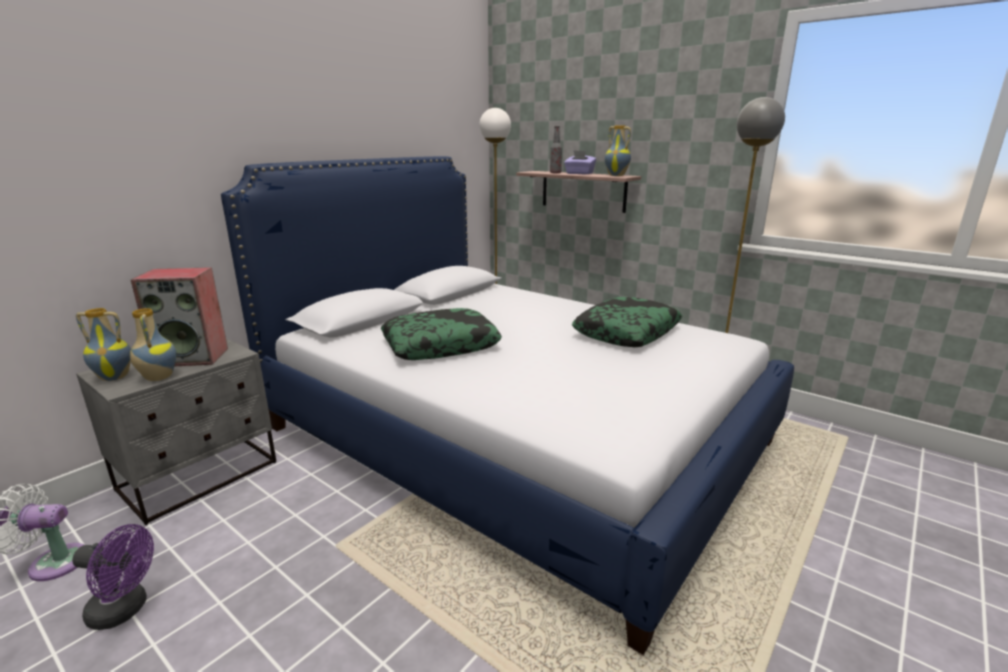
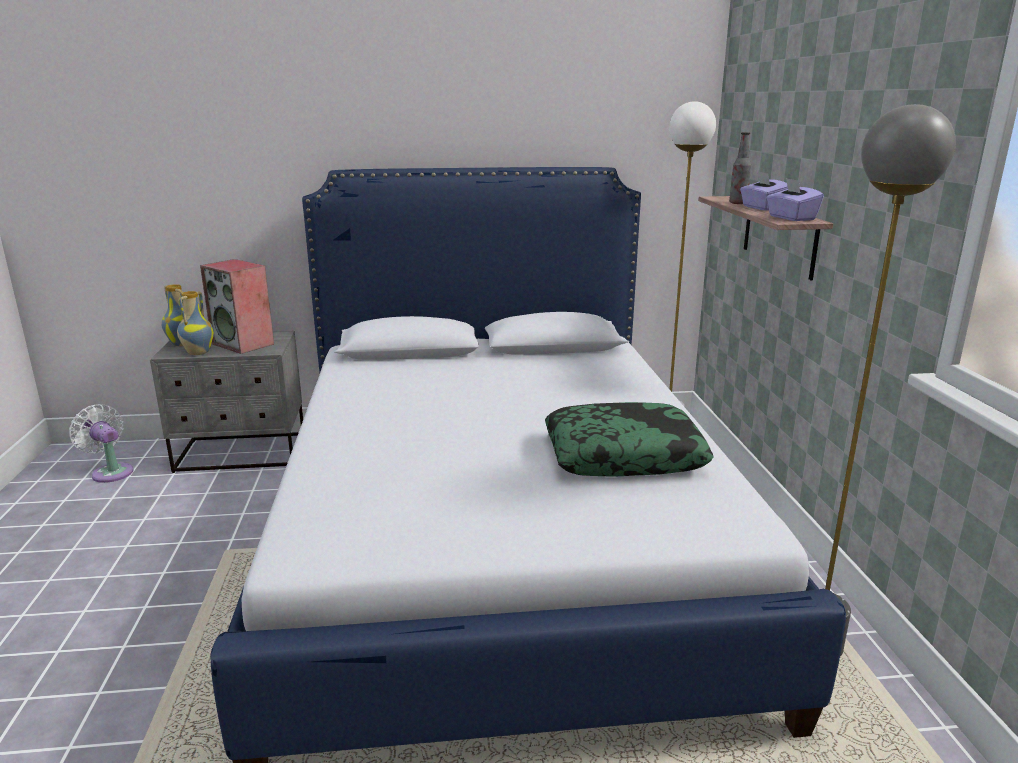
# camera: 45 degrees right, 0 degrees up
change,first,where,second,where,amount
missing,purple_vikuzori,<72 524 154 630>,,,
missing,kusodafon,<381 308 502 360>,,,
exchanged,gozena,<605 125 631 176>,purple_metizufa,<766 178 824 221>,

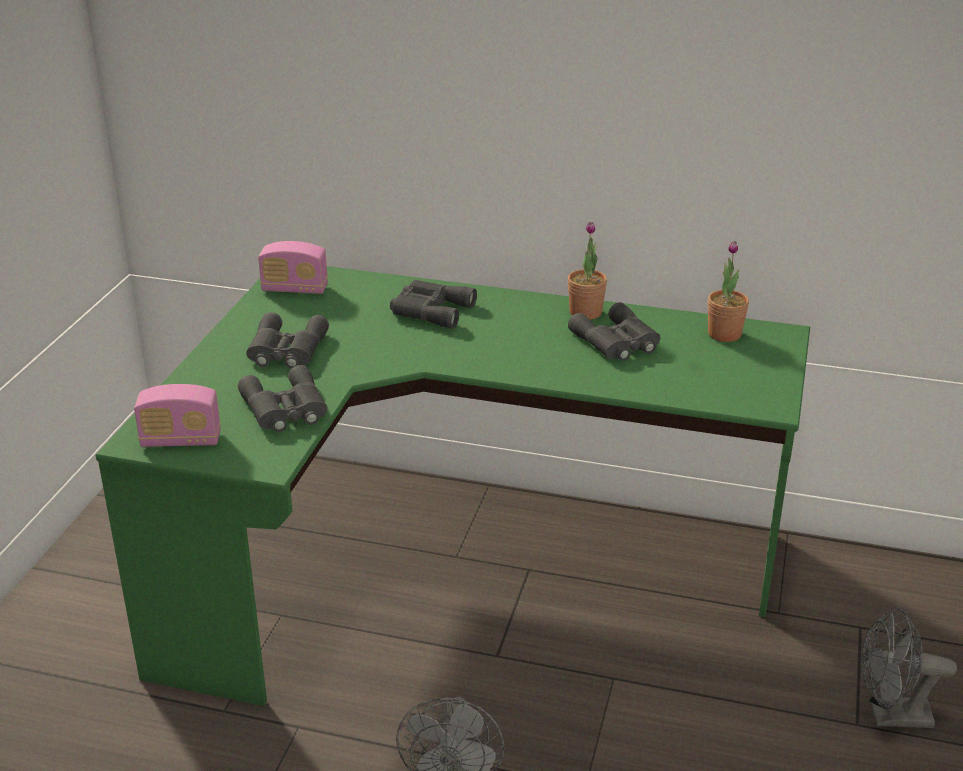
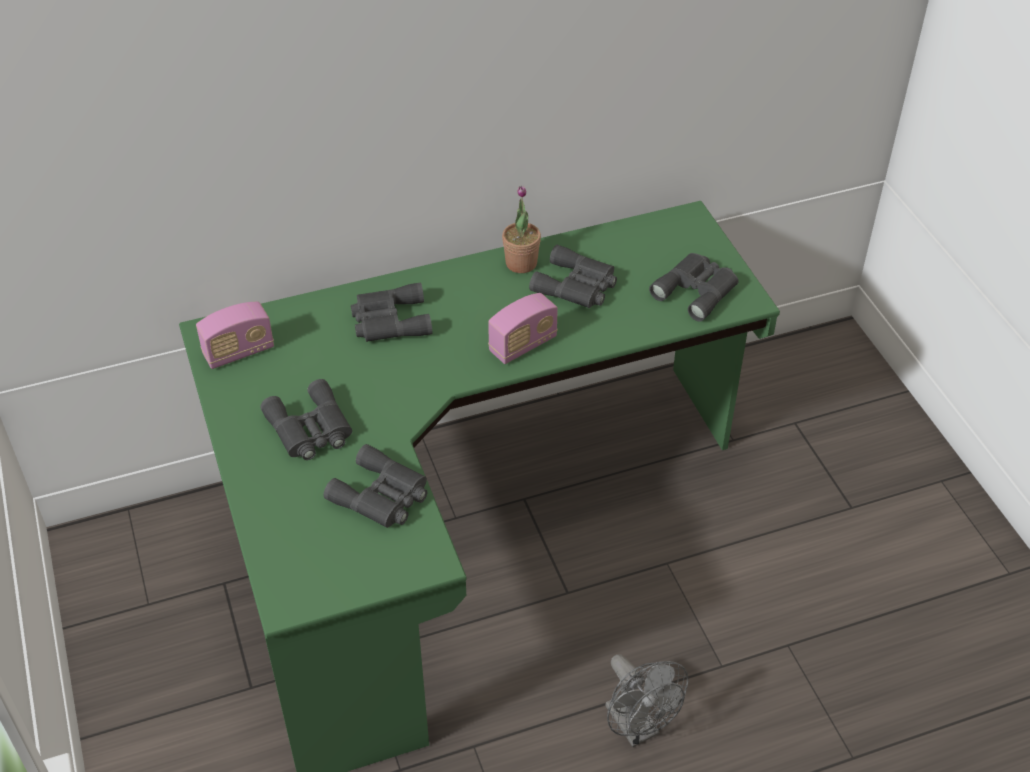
# camera: 35 degrees left, 15 degrees up
change,first,where,second,where,amount
missing,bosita,<708 241 749 342>,,,
missing,grey_vikuzori,<862 608 957 728>,,,
appeared,,,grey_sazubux,<649 253 738 322>,
relocated,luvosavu,<134 384 221 447>,,<488 293 558 364>,

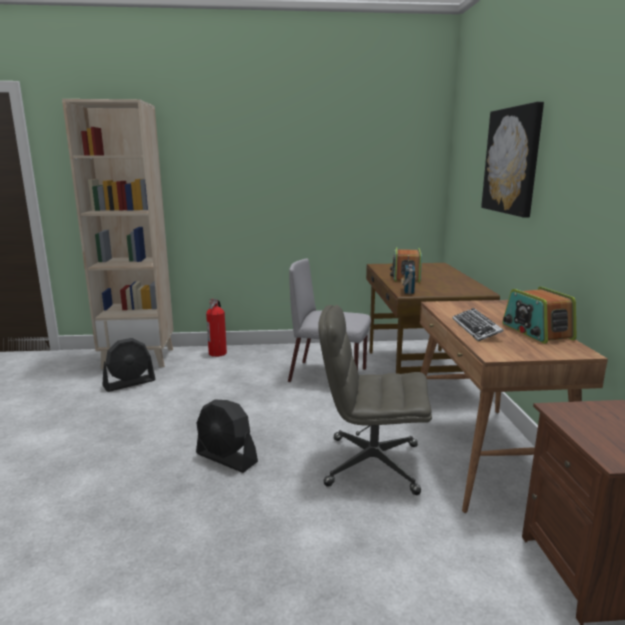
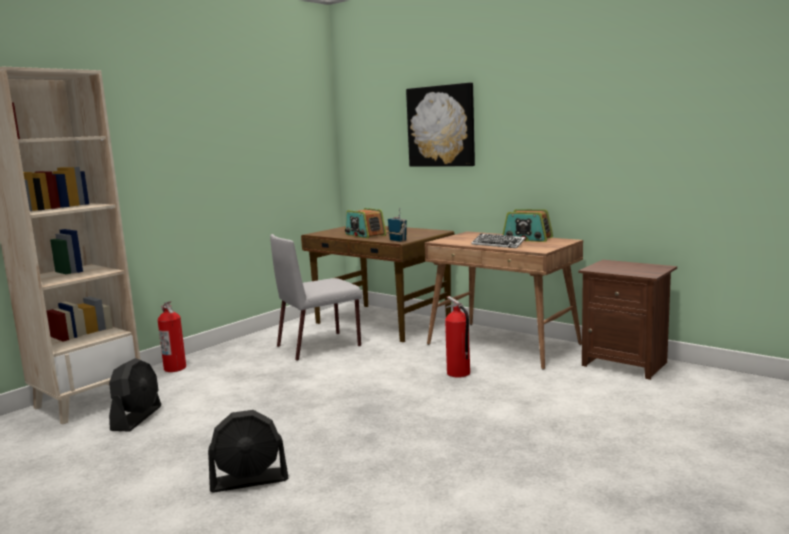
# camera: 45 degrees left, 5 degrees down
change,first,where,second,where,amount
relocated,black_vikuzori,<196 399 258 473>,,<208 410 288 493>,
exchanged,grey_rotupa,<318 305 432 495>,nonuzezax,<445 296 470 378>,

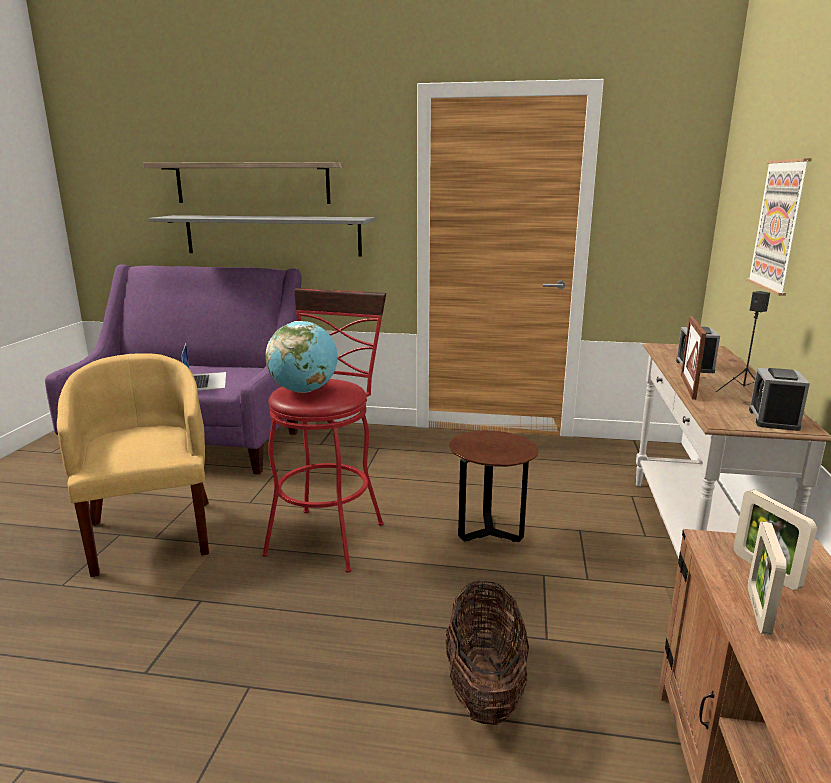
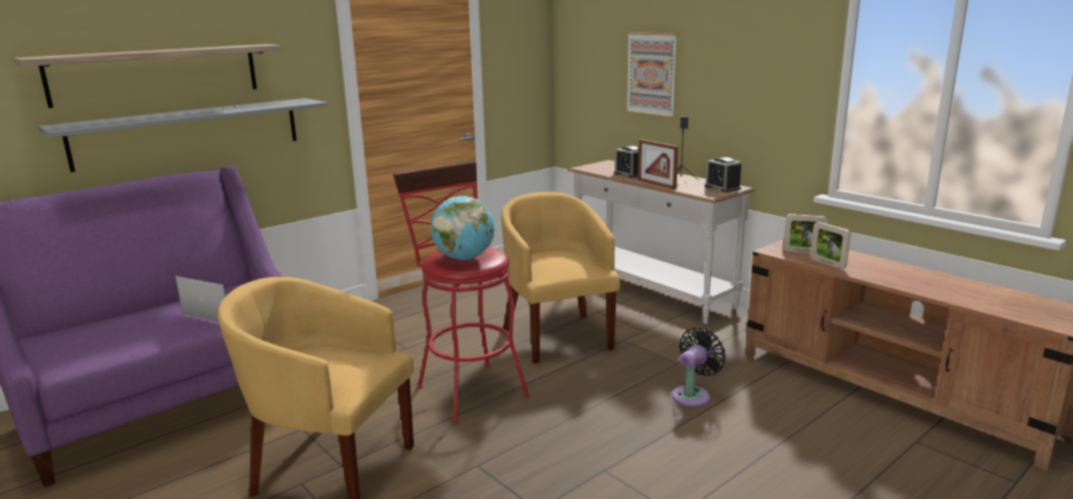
# camera: 50 degrees left, 0 degrees up
change,first,where,second,where,amount
exchanged,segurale,<445 580 529 725>,black_vikuzori,<672 327 726 407>,
exchanged,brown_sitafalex,<449 430 538 542>,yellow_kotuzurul,<501 192 620 364>,

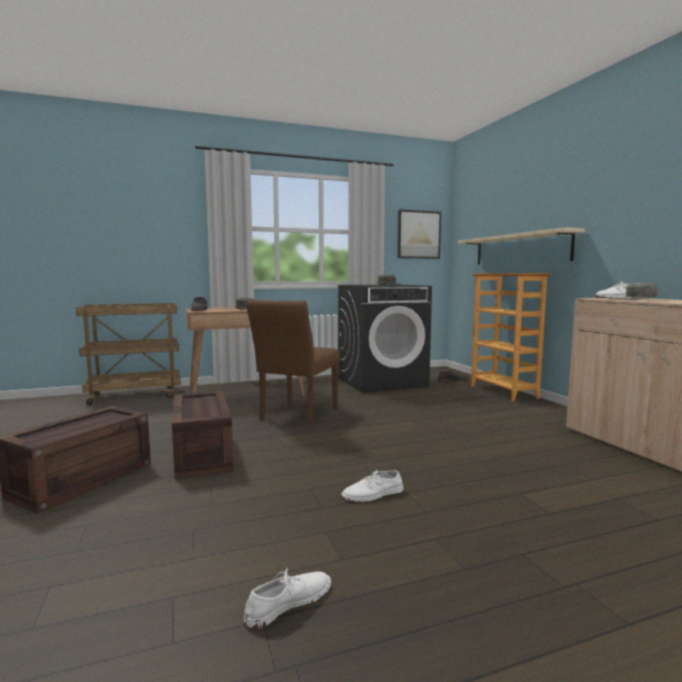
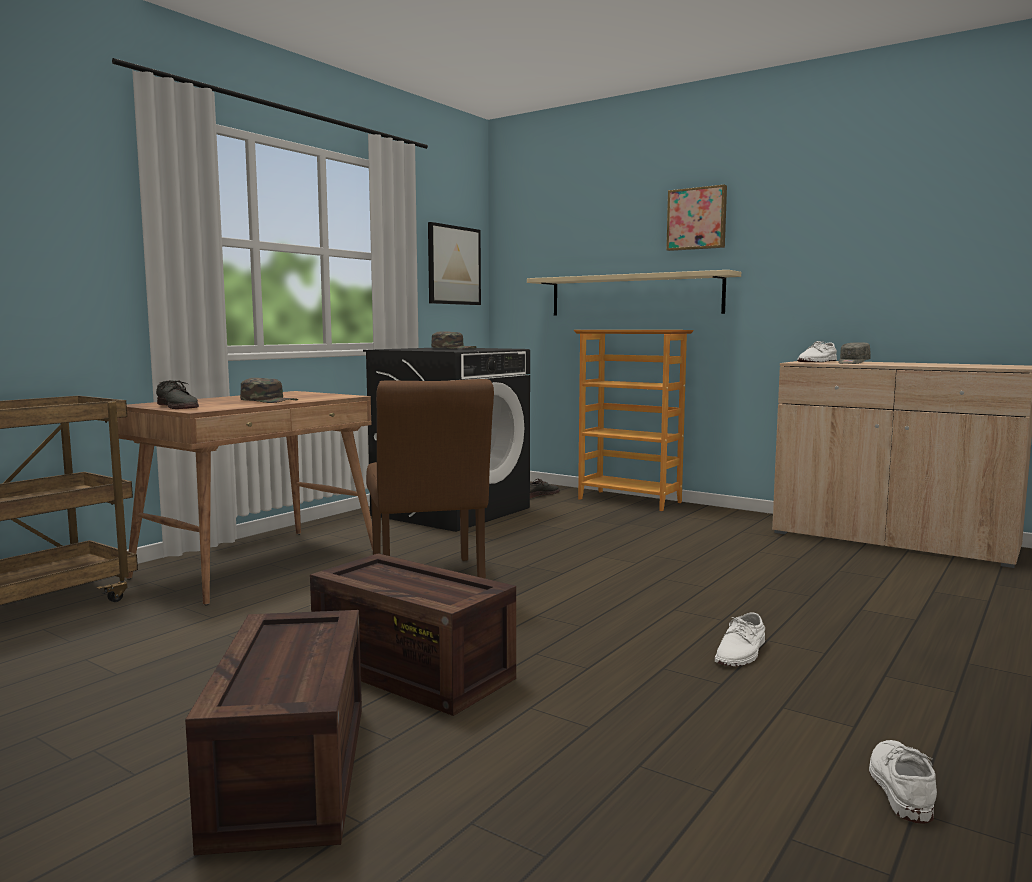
# camera: 35 degrees left, 0 degrees up
change,first,where,second,where,amount
appeared,,,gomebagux,<666 185 727 251>,

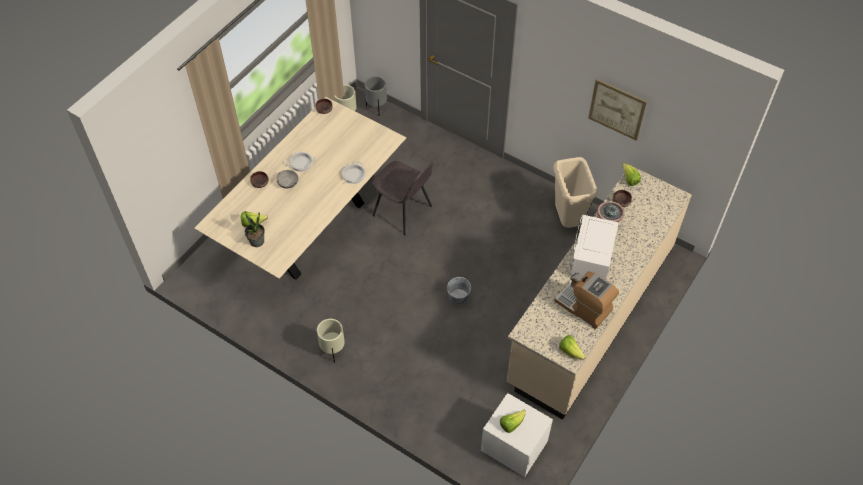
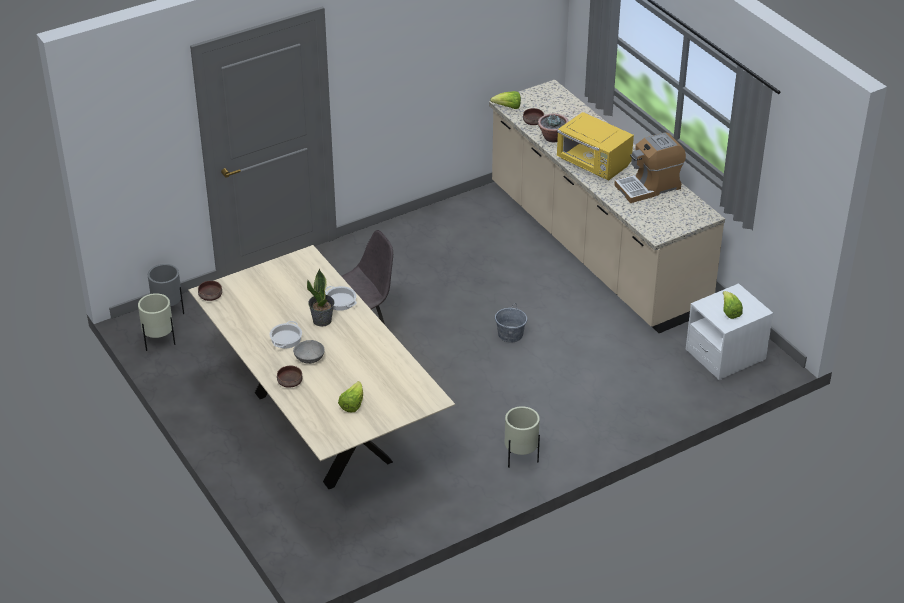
# camera: 65 degrees left, 15 degrees down
change,first,where,second,where,amount
missing,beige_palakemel,<553 157 598 228>,,,
missing,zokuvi,<559 335 586 360>,,,
missing,gomebagux,<588 79 647 141>,,,
relocated,bosita,<245 211 265 247>,,<307 269 334 327>,
colour,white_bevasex,<570 215 619 280>,yellow_bevasex,<556 112 634 181>,

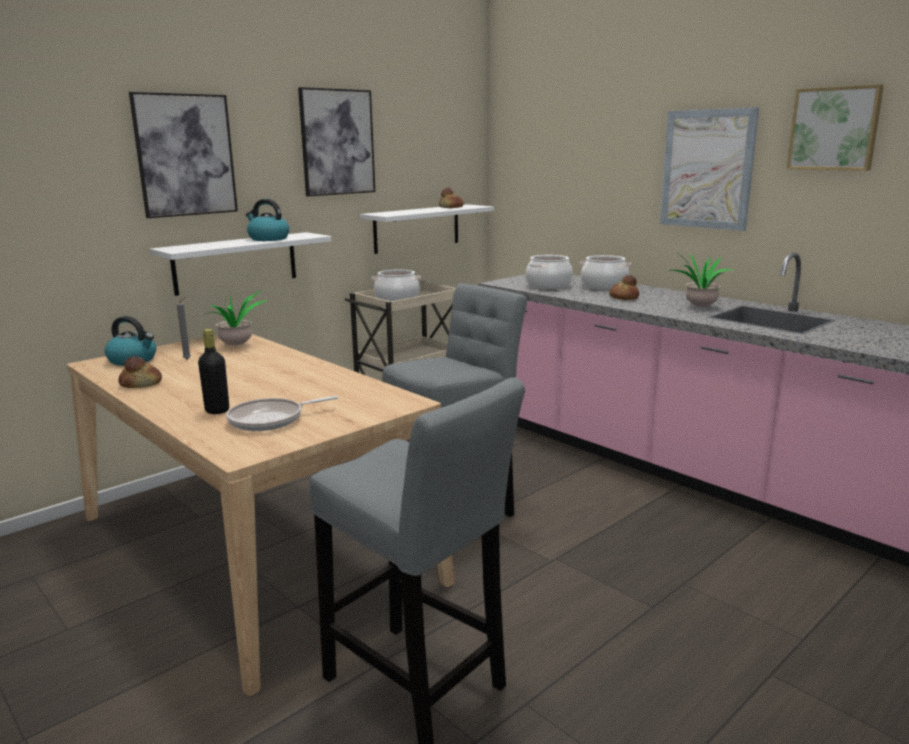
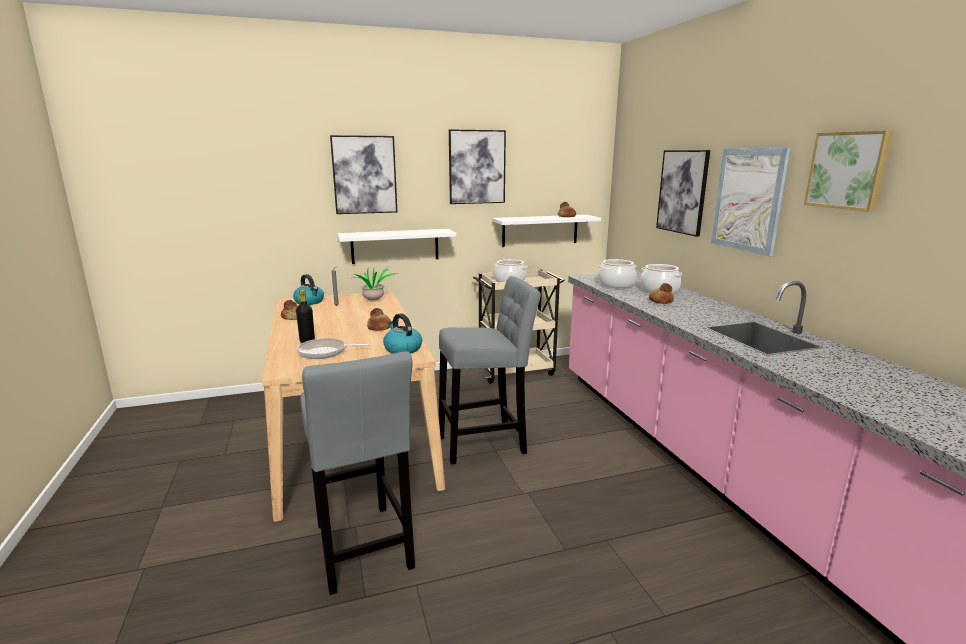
# camera: 25 degrees right, 0 degrees up
change,first,where,second,where,amount
missing,bosita,<671 253 732 306>,,,
appeared,,,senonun,<367 308 391 331>,
appeared,,,gomebagux,<656 150 710 237>,
relocated,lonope,<246 199 289 241>,,<383 313 422 354>,

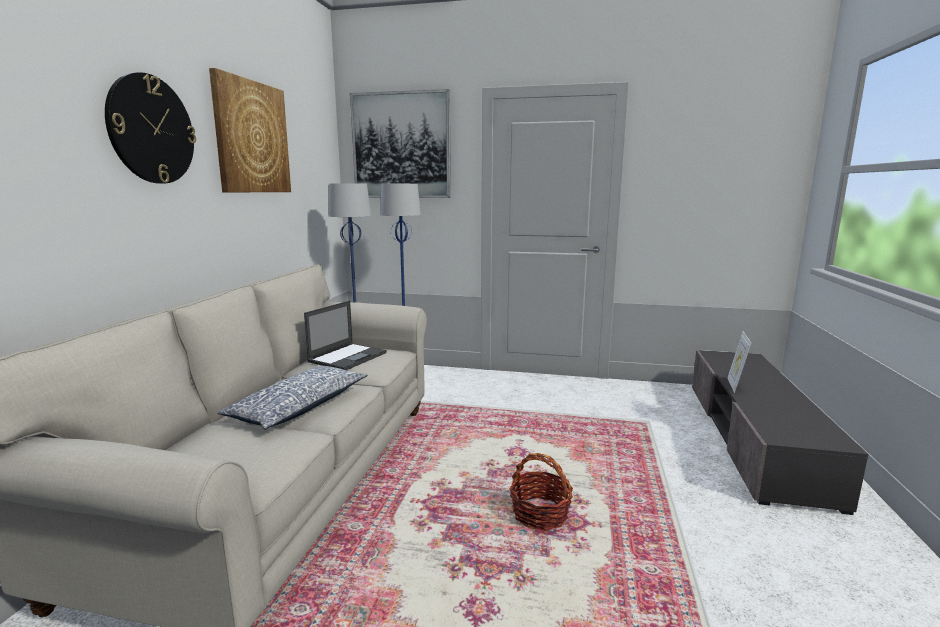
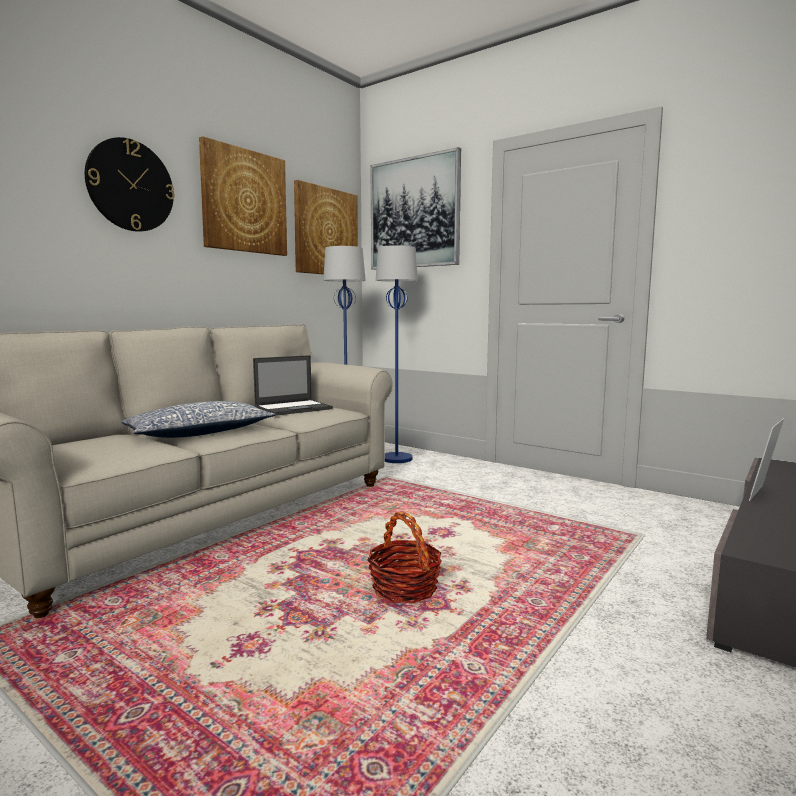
# camera: 25 degrees right, 5 degrees down
change,first,where,second,where,amount
appeared,,,gomebagux,<294 180 358 275>,

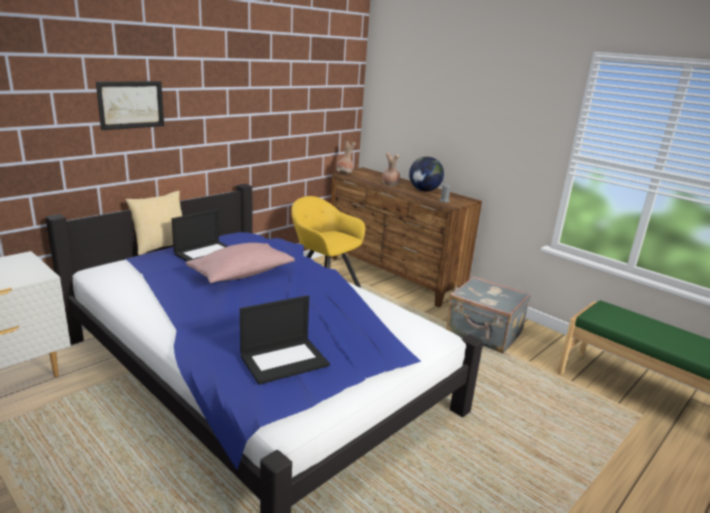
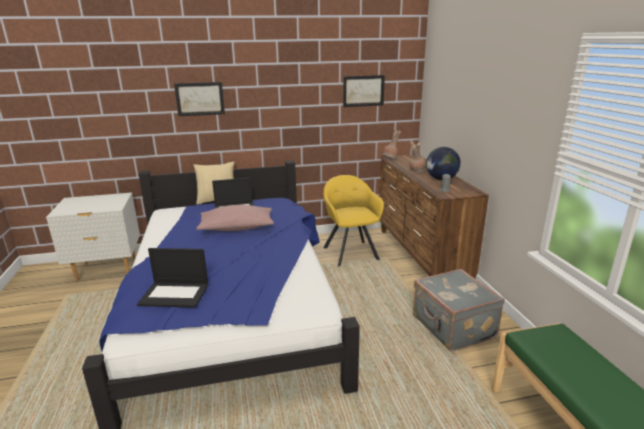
# camera: 35 degrees right, 0 degrees up
change,first,where,second,where,amount
appeared,,,gomebagux,<343 75 385 107>,

